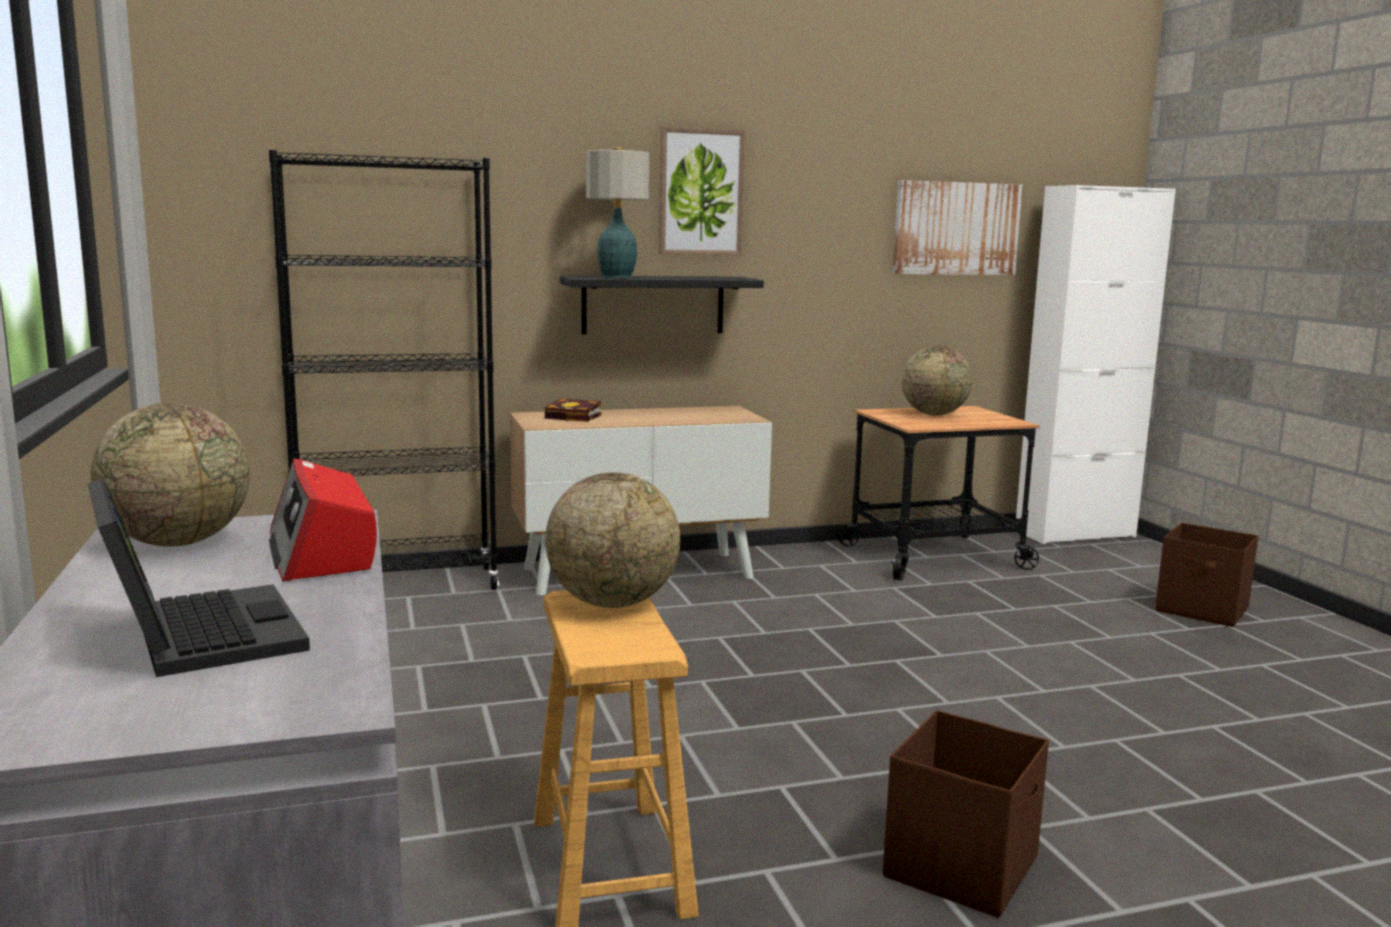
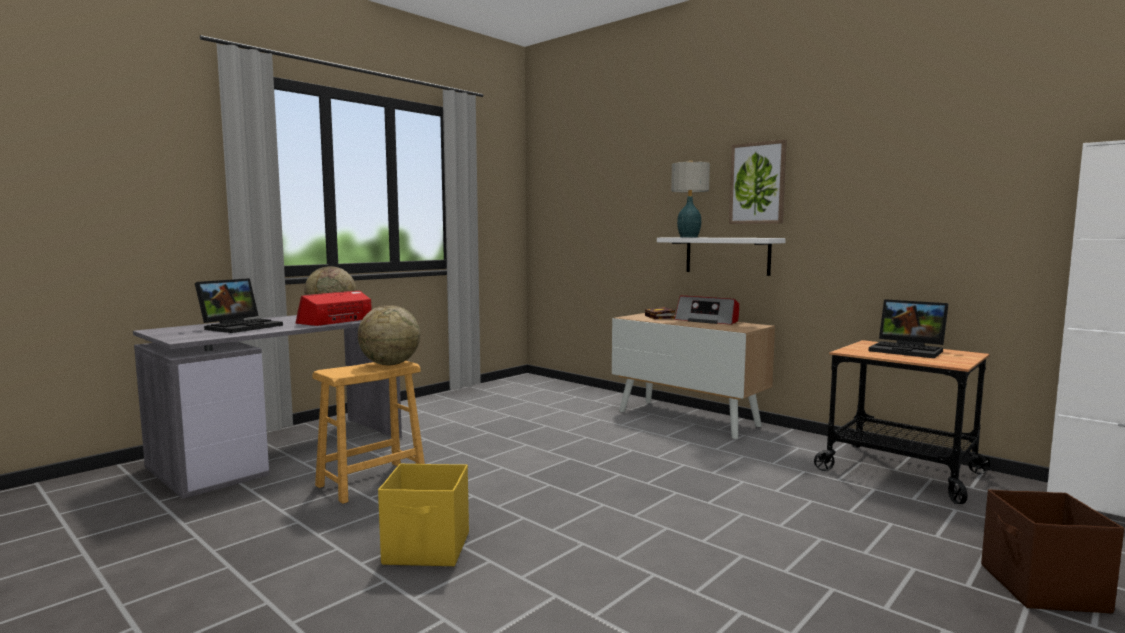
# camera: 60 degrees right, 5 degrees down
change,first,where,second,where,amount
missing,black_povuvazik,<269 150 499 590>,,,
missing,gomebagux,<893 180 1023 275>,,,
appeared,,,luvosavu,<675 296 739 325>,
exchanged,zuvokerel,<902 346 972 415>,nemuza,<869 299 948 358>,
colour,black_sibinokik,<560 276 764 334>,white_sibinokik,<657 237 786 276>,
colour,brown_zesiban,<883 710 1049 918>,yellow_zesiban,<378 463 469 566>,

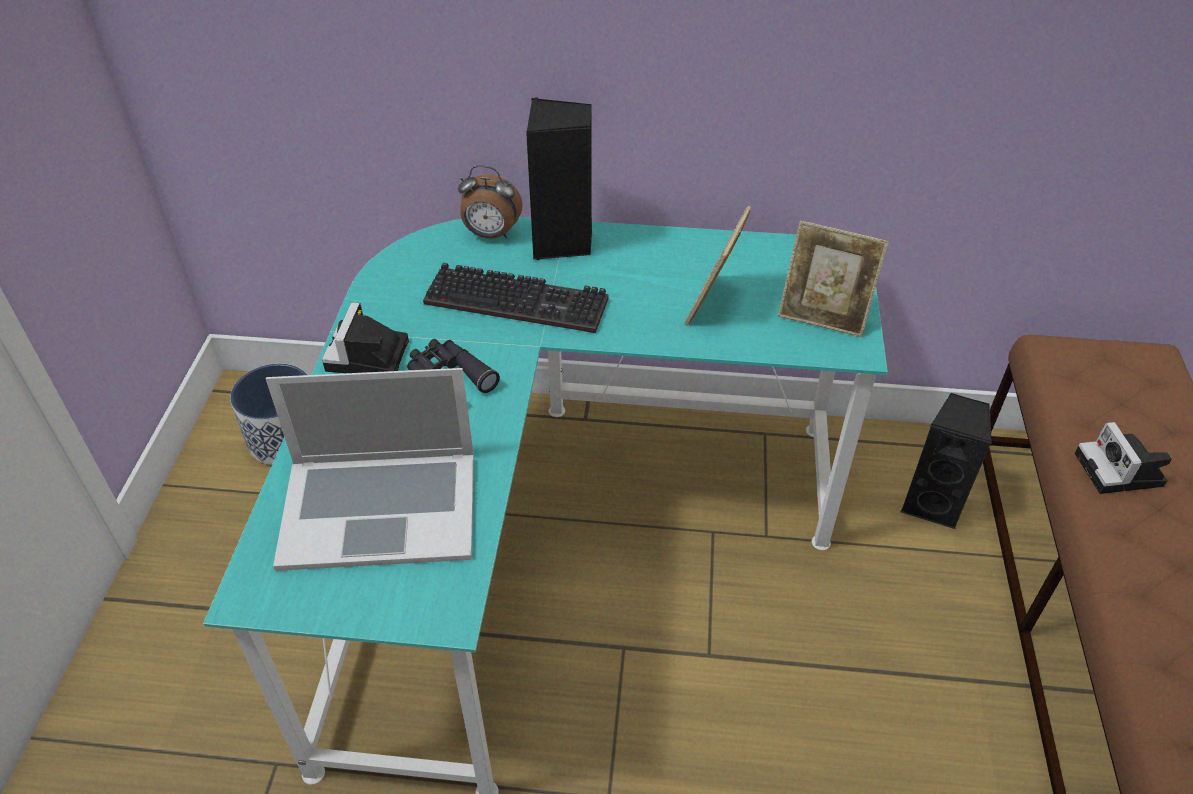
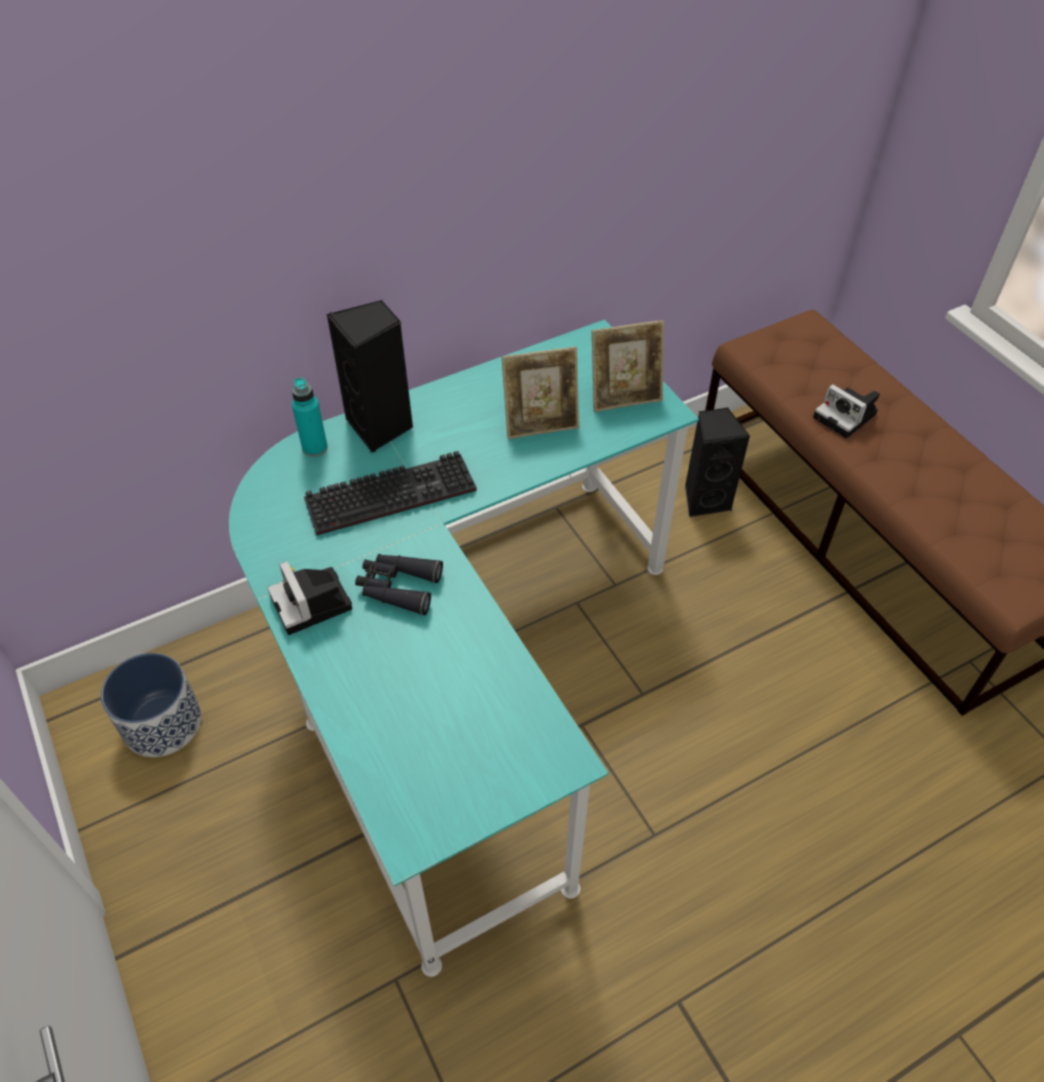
# camera: 35 degrees left, 5 degrees up
change,first,where,second,where,amount
missing,nemuza,<266 368 474 571>,,,
exchanged,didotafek,<458 165 523 238>,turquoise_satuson,<292 377 328 457>,
spun,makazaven,<684 206 751 326>,,<502 347 579 439>,90 degrees counterclockwise

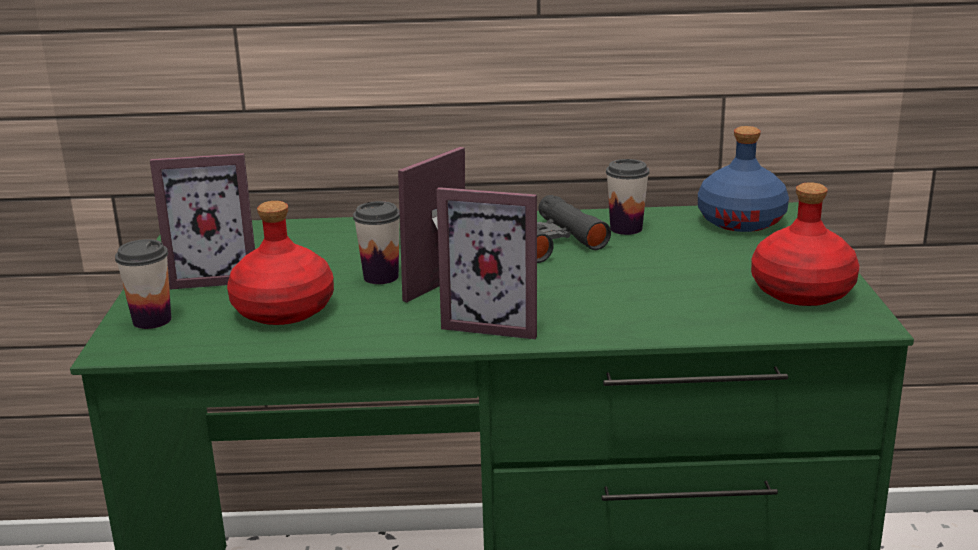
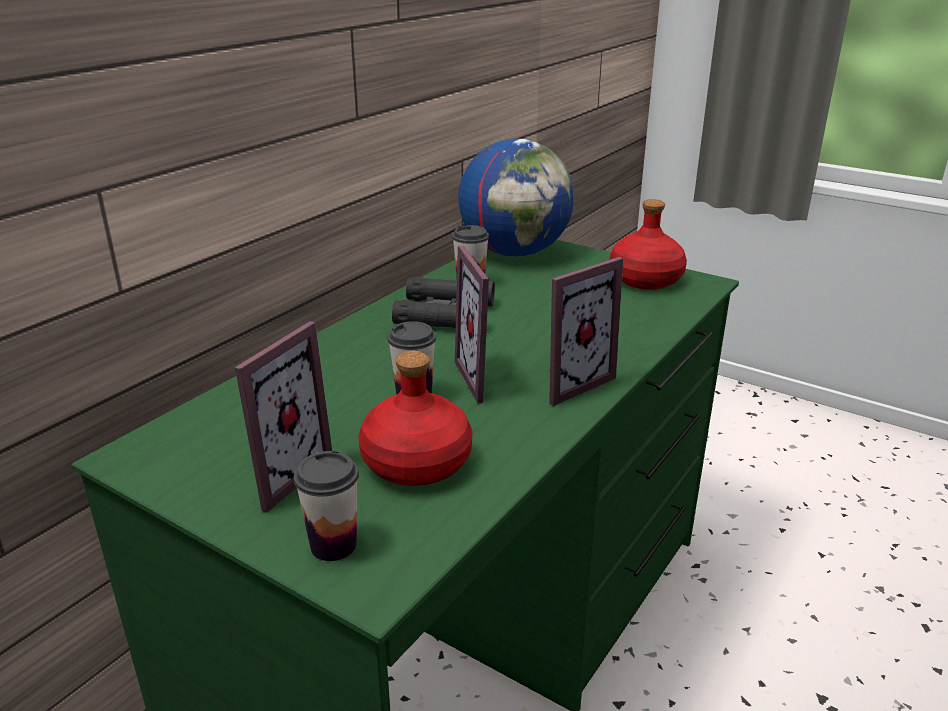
# camera: 55 degrees left, 5 degrees up
change,first,where,second,where,amount
exchanged,blue_satuson,<698 126 789 232>,zuvokerel,<458 139 574 257>,

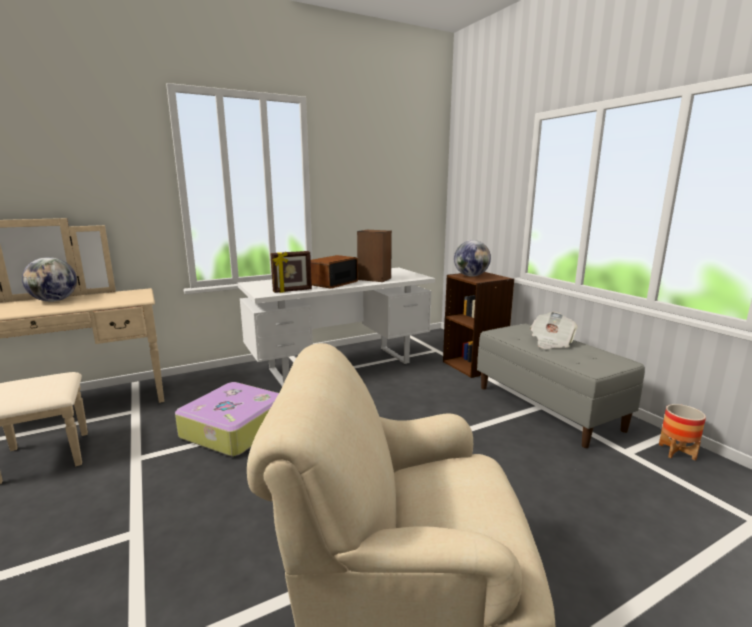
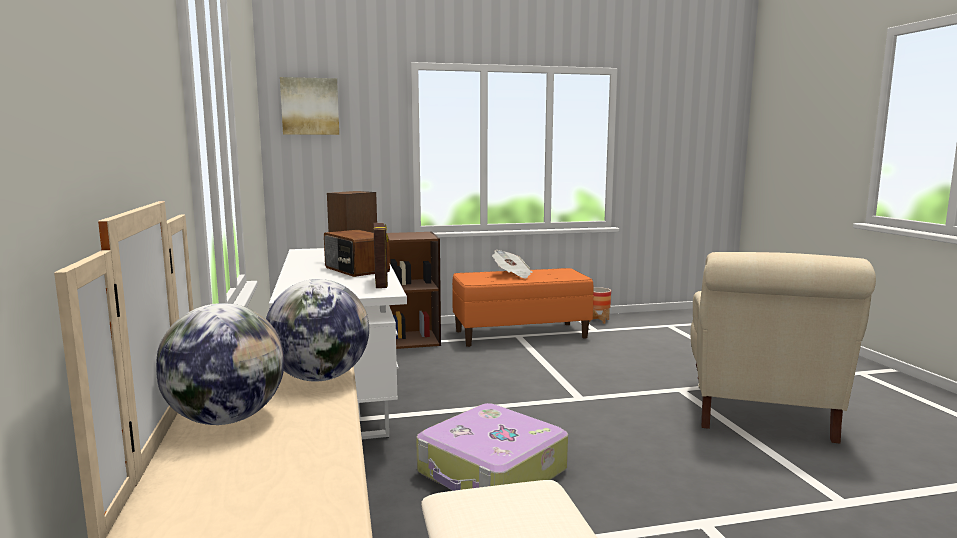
# camera: 75 degrees left, 5 degrees down
change,first,where,second,where,amount
appeared,,,gomebagux,<280 77 339 135>,
relocated,zuvokerel,<454 240 491 277>,,<266 279 369 382>,
colour,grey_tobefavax,<477 324 645 448>,orange_tobefavax,<452 268 594 347>,

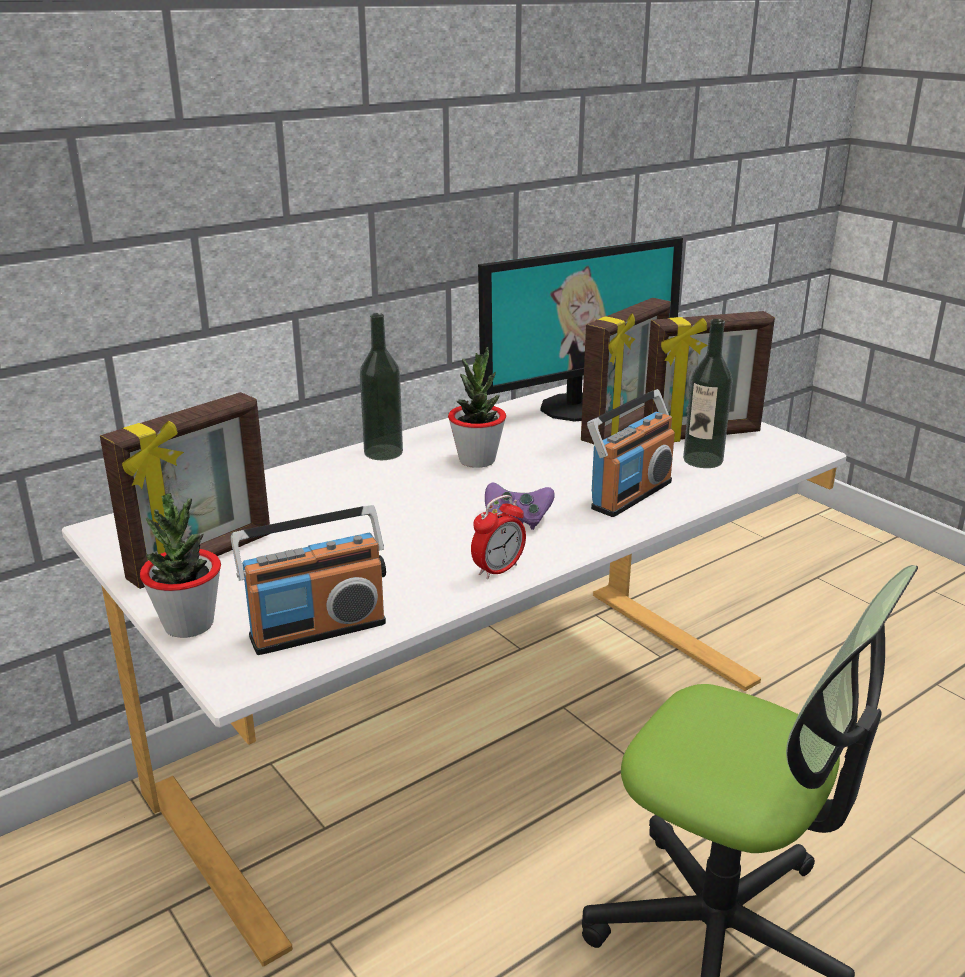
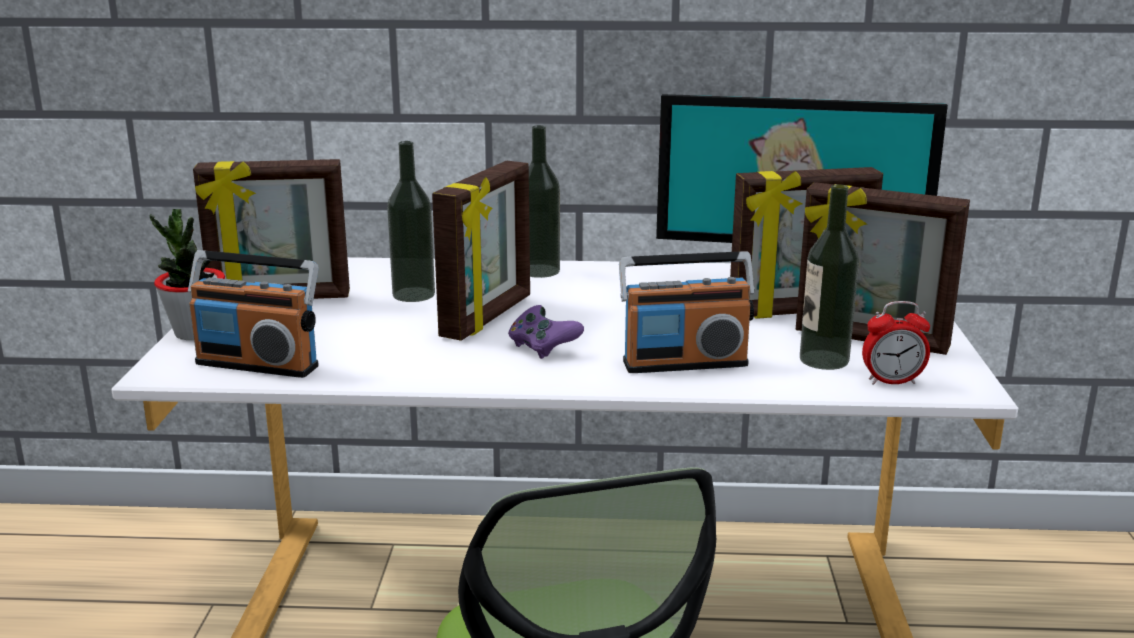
# camera: 40 degrees right, 5 degrees down
change,first,where,second,where,amount
missing,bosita,<448 347 506 468>,,,
appeared,,,satuson,<387 141 435 302>,
appeared,,,makazaven,<432 160 530 341>,
relocated,didotafek,<471 495 526 579>,,<862 301 930 385>,

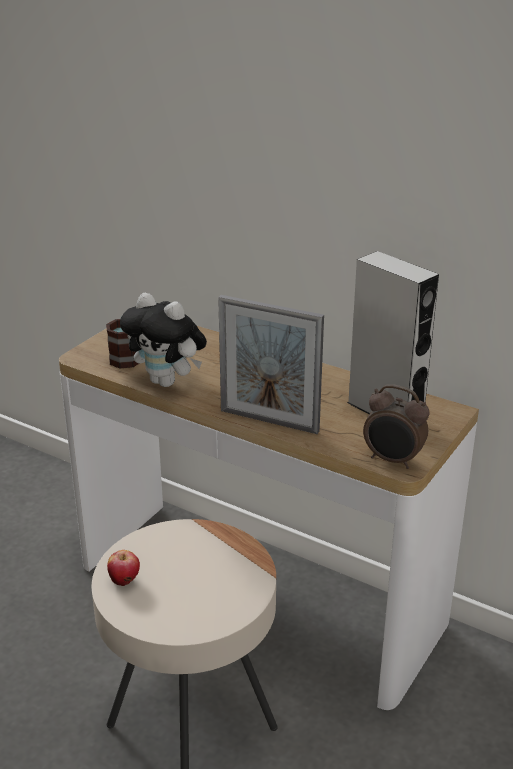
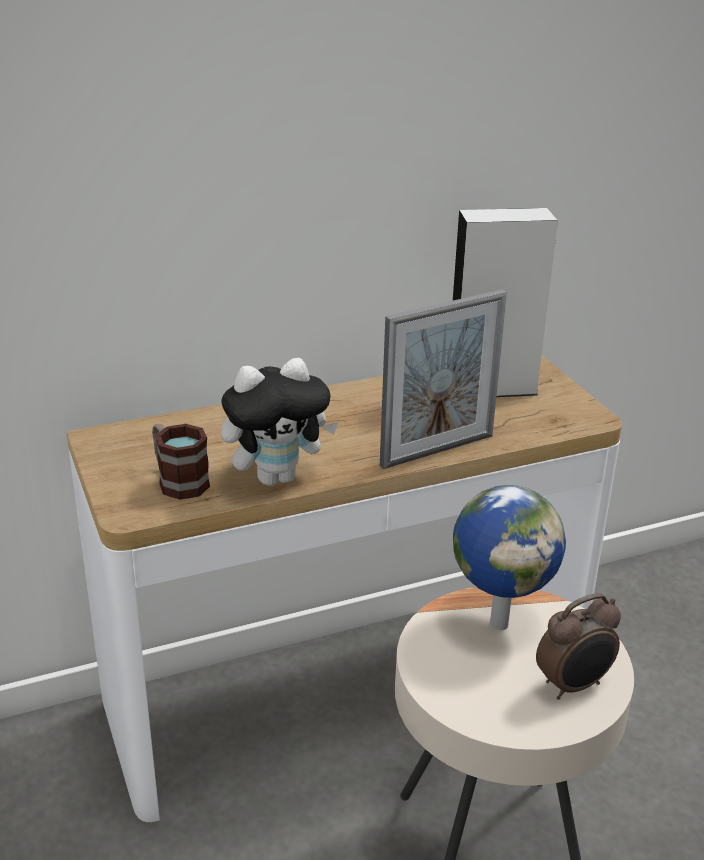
# camera: 55 degrees left, 0 degrees up
change,first,where,second,where,amount
missing,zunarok,<107 550 140 586>,,,
appeared,,,zuvokerel,<453 485 566 630>,
relocated,didotafek,<363 384 429 469>,,<536 593 621 700>,

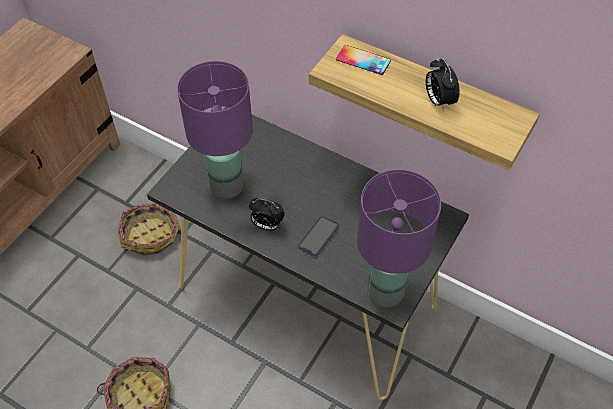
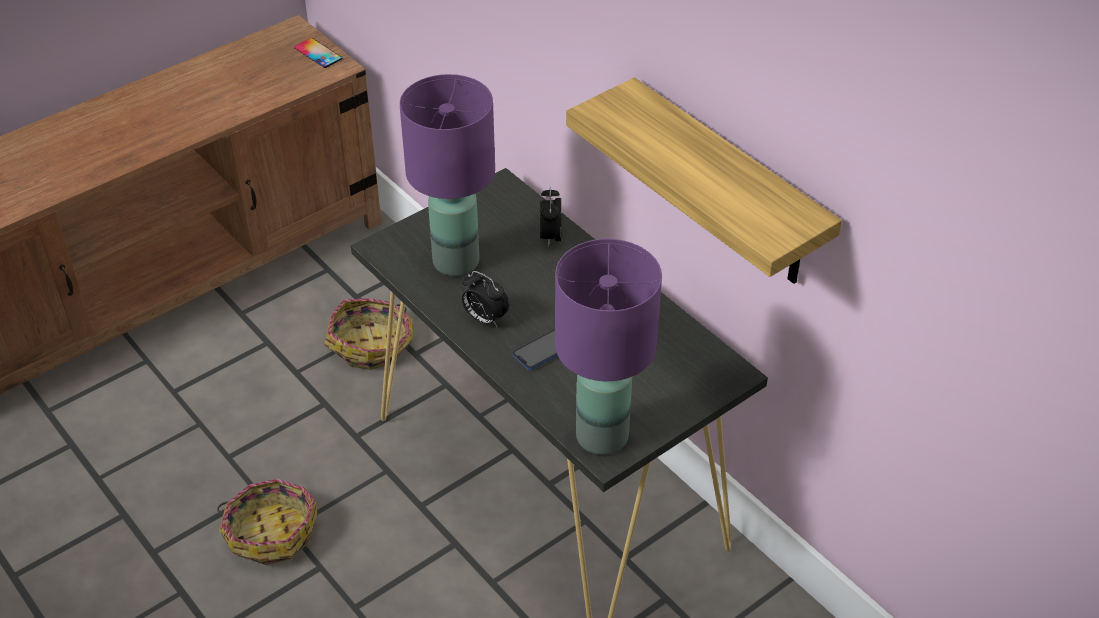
# camera: 20 degrees right, 10 degrees down
change,first,where,second,where,amount
relocated,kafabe,<336 45 391 75>,,<294 38 342 68>,
relocated,didotafek,<426 57 460 111>,,<540 187 561 247>,

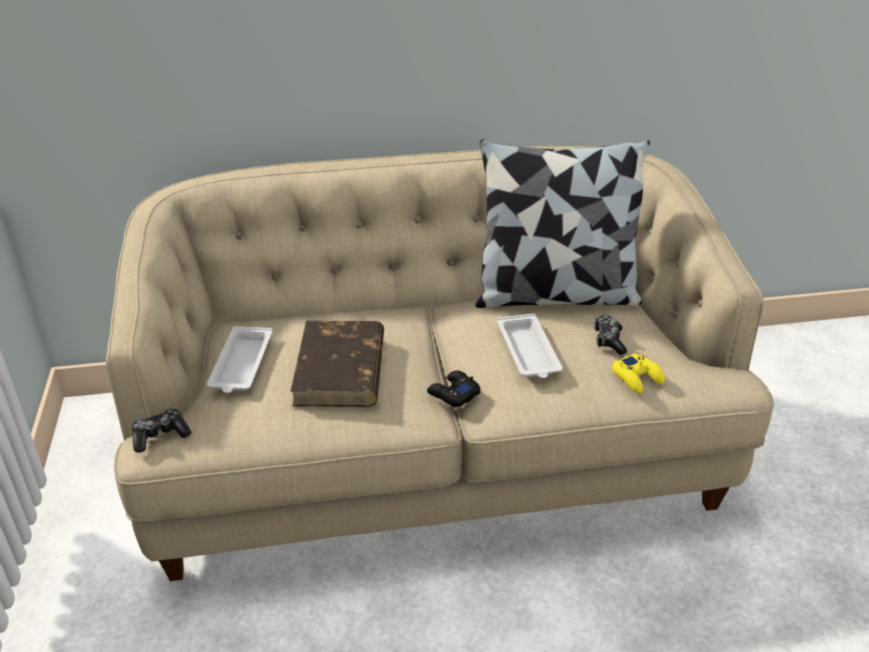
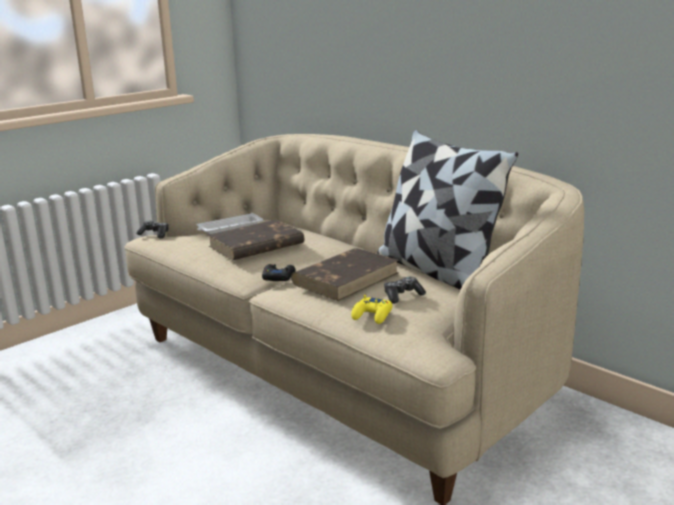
# camera: 55 degrees right, 15 degrees down
change,first,where,second,where,amount
exchanged,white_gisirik,<497 313 563 378>,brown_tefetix,<291 248 399 301>,

